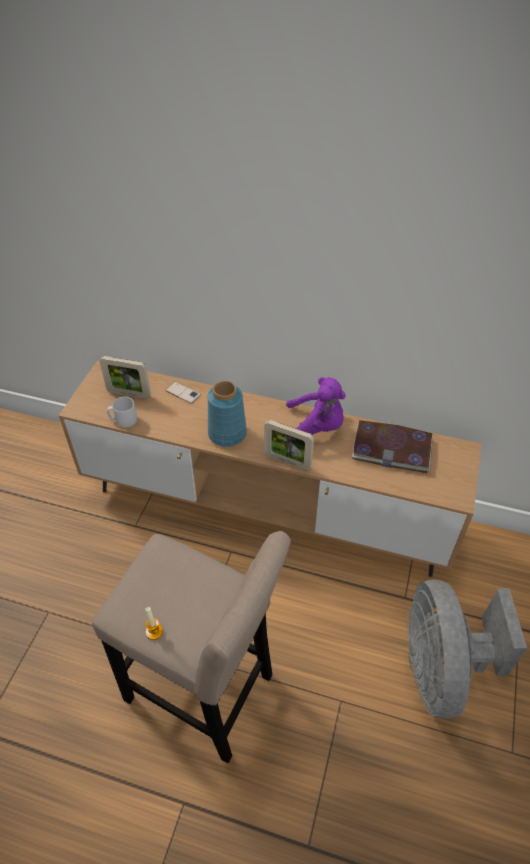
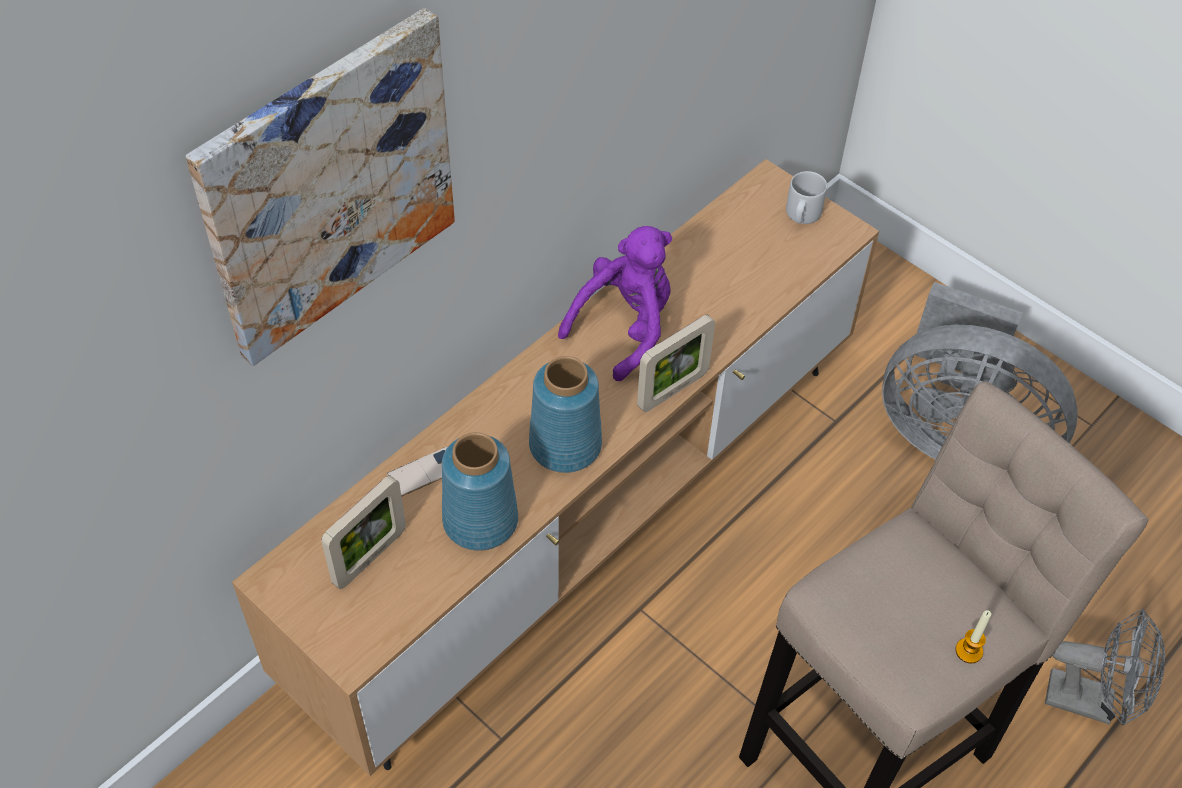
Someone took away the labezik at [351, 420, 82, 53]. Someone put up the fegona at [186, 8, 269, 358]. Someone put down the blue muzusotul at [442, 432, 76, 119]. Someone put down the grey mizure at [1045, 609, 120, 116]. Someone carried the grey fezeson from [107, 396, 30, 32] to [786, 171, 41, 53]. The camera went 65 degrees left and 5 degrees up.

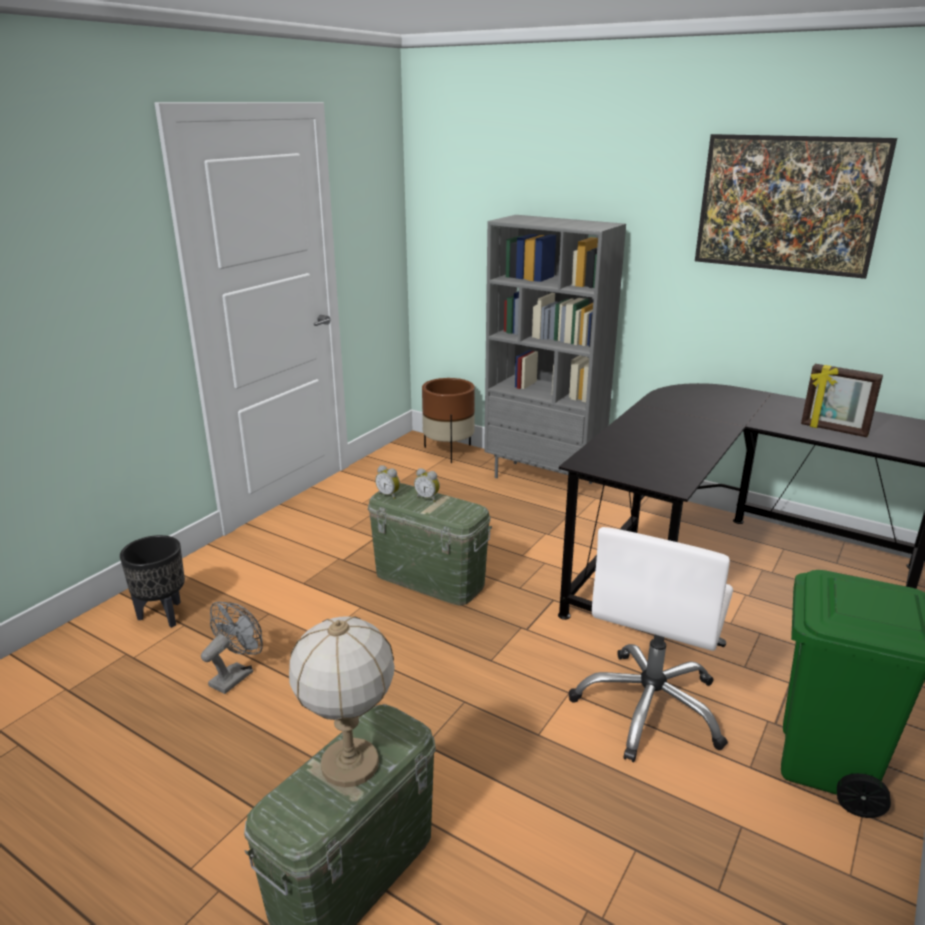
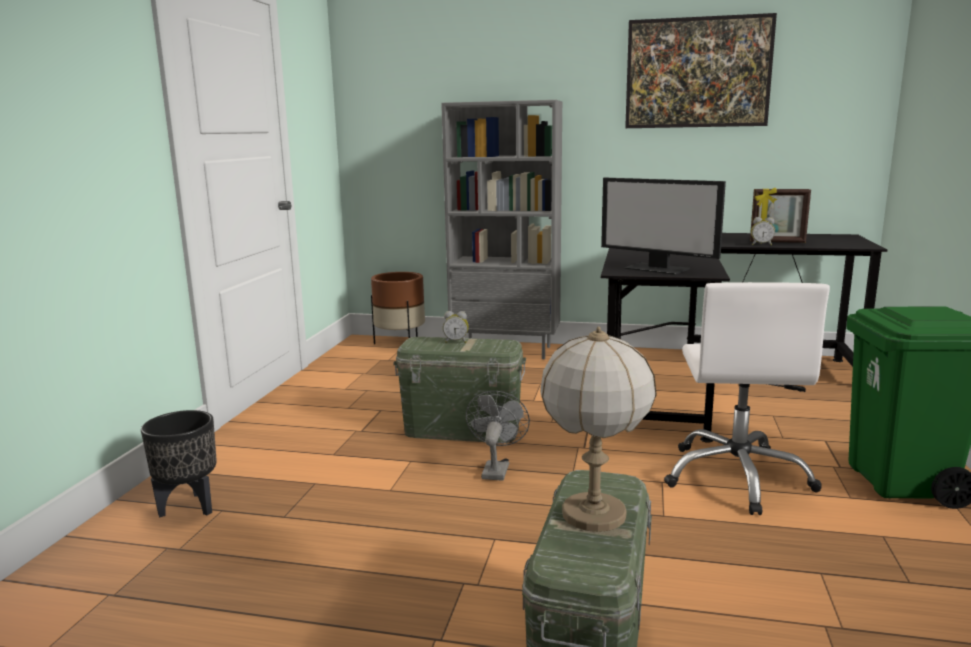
Someone put down the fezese at [601, 178, 125, 97]. Someone carried the grey mizure from [201, 602, 62, 92] to [466, 391, 64, 90]. Someone carried the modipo from [375, 465, 25, 34] to [751, 217, 24, 28]. The camera went 20 degrees left and 10 degrees down.

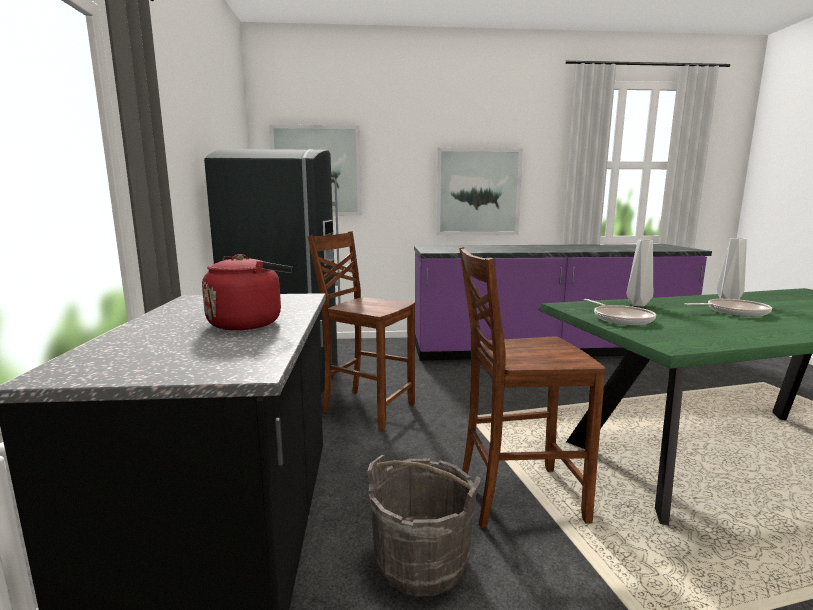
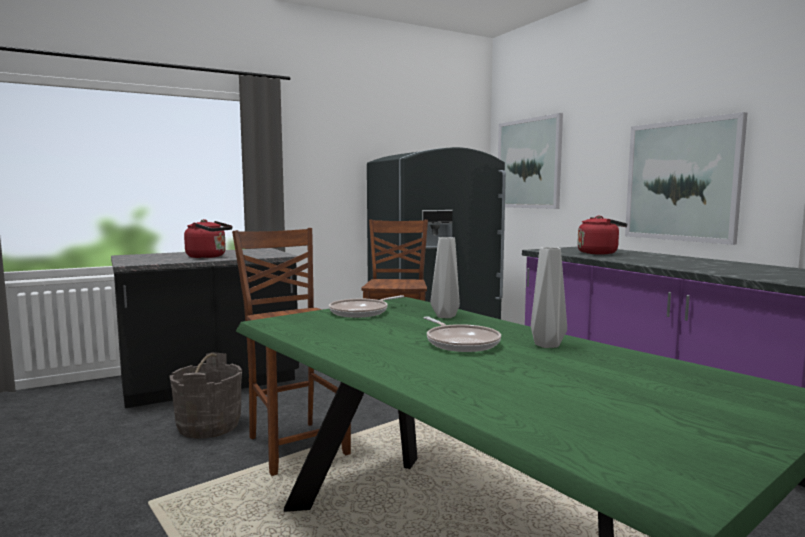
Someone put down the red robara at [577, 216, 50, 39]. The camera went 65 degrees right and 5 degrees down.

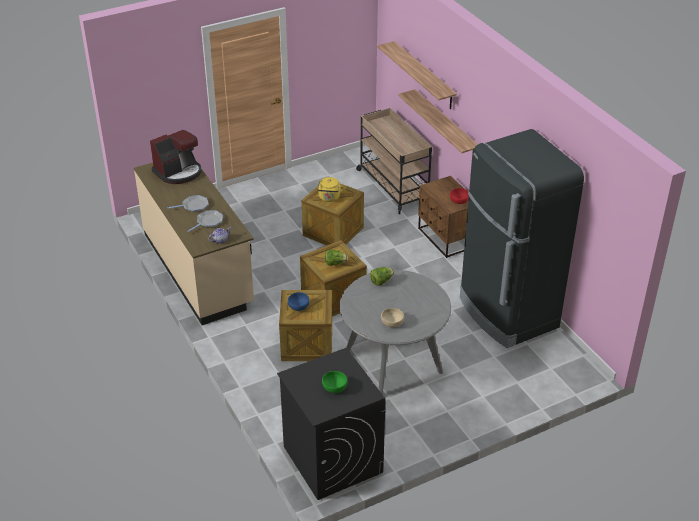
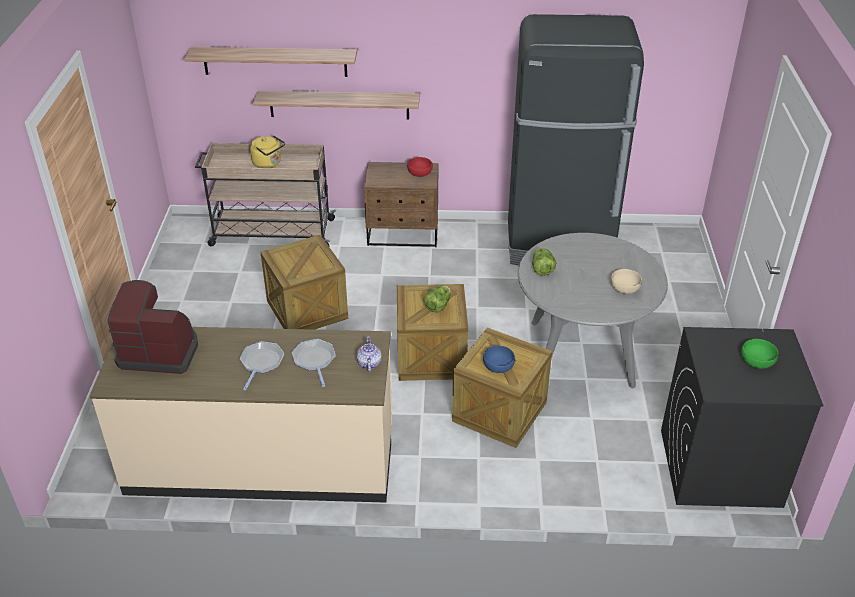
Someone carried the yellow robara from [317, 177, 28, 25] to [250, 135, 35, 33]. Someone rotated the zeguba at [150, 130, 52, 54] by 75 degrees counterclockwise. The camera went 60 degrees left and 0 degrees up.

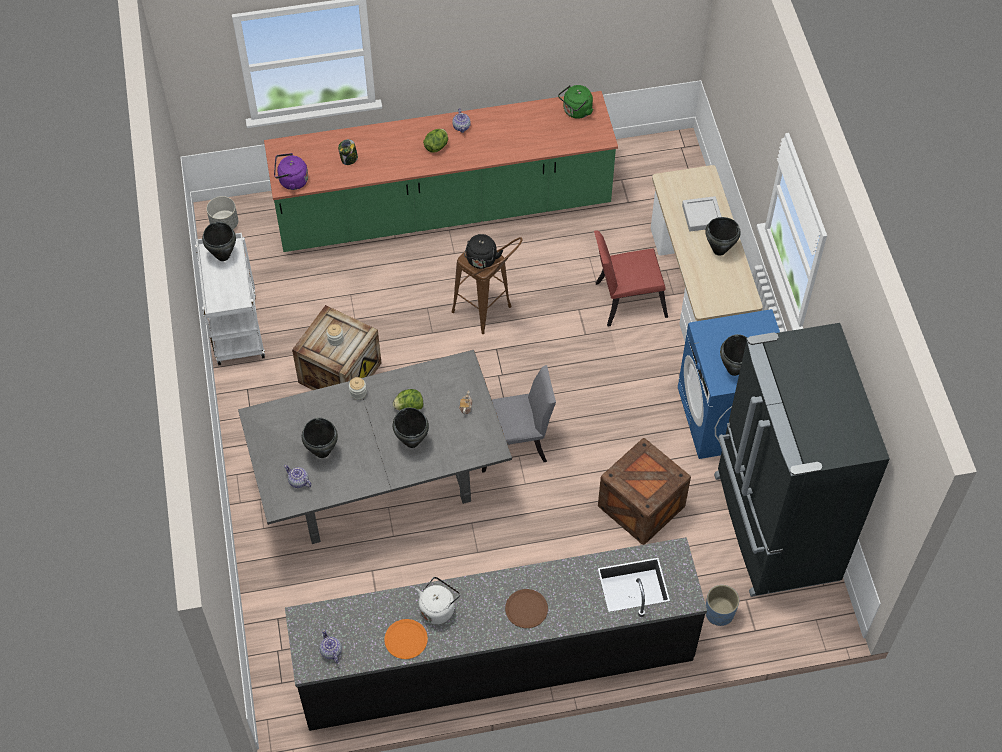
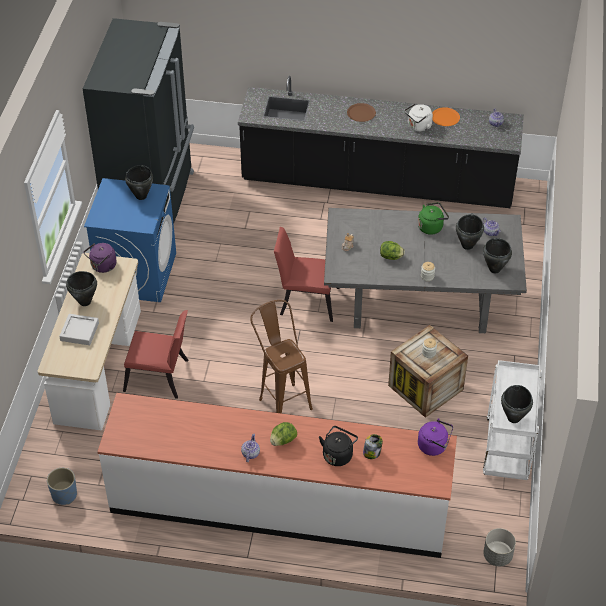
Someone took away the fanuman at [598, 438, 93, 107]. Someone put down the purple robara at [83, 243, 34, 30]. Someone carried the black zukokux from [393, 407, 36, 41] to [483, 238, 29, 35]. Someone carried the black robara from [464, 234, 39, 35] to [319, 426, 39, 40]. Someone carried the green robara from [558, 85, 35, 34] to [418, 202, 31, 33]. Someone carried the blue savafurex from [706, 585, 33, 41] to [47, 468, 30, 37]. Someone repainted the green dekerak at [264, 91, 354, 161], which became the white dekerak at [97, 393, 360, 165]. Someone repainted the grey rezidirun at [482, 365, 74, 108], which became the red rezidirun at [274, 227, 65, 95]. The camera went 160 degrees left and 10 degrees down.

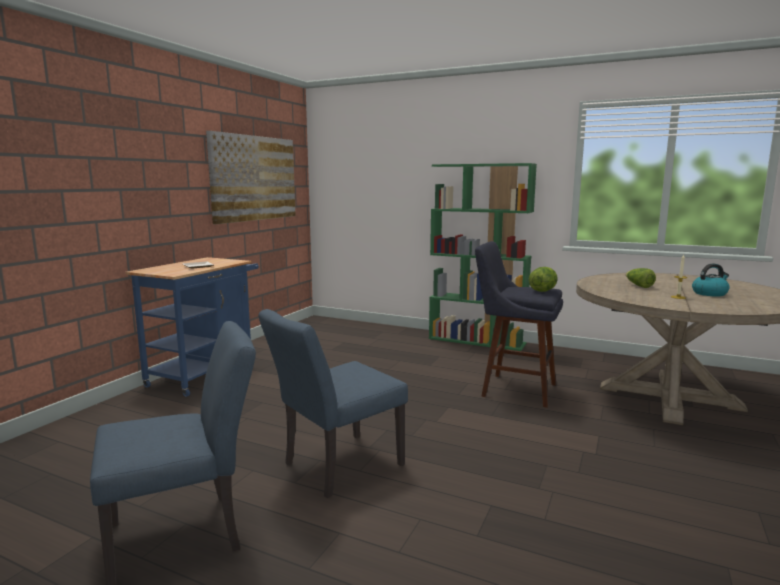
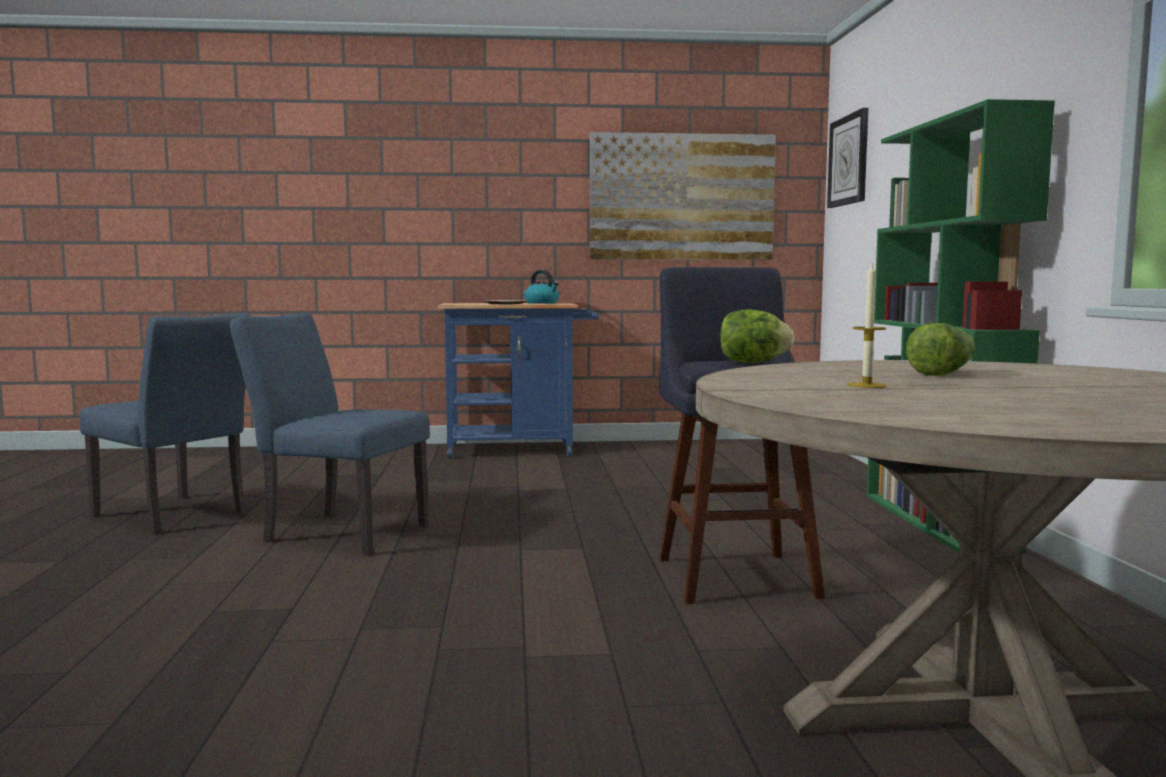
Someone put up the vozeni at [827, 108, 41, 100]. Someone carried the robara from [692, 263, 38, 34] to [524, 270, 35, 34]. The camera went 60 degrees right and 5 degrees down.

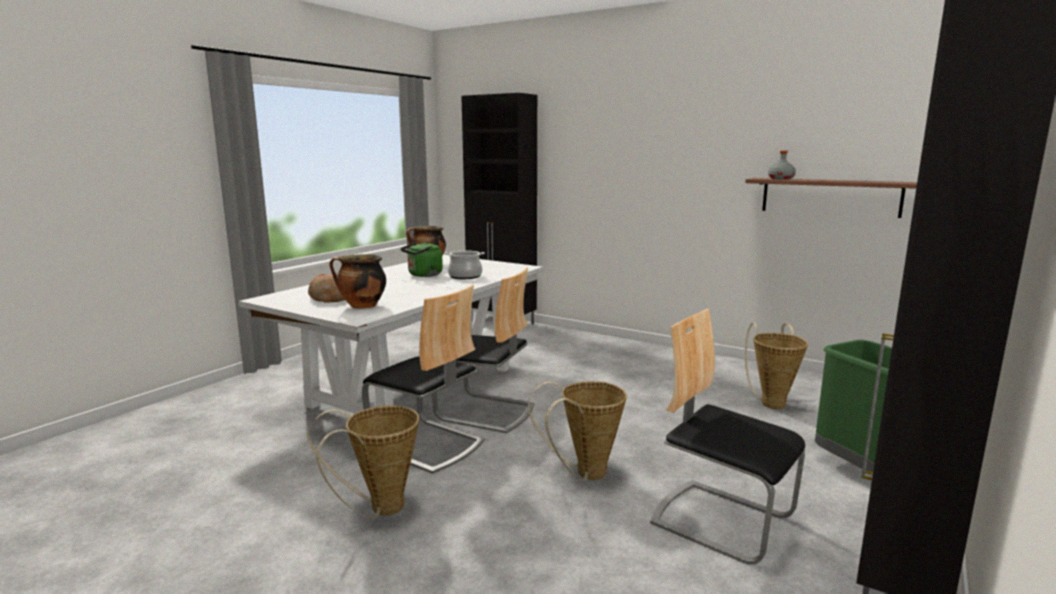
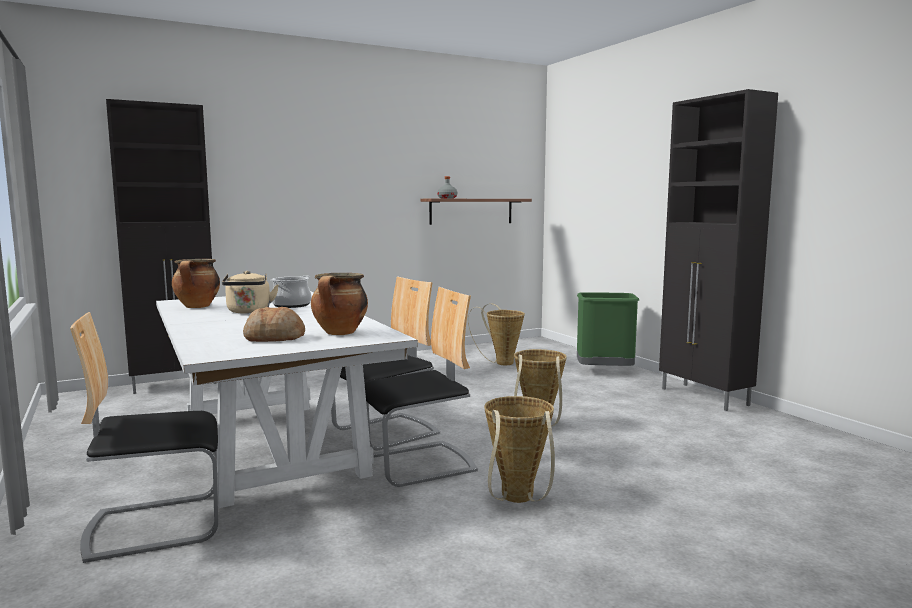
Someone carried the rezidirun from [650, 309, 155, 256] to [70, 312, 148, 251]. Someone repainted the green robara at [401, 242, 42, 35], which became the beige robara at [222, 271, 57, 43]. The camera went 60 degrees left and 5 degrees down.

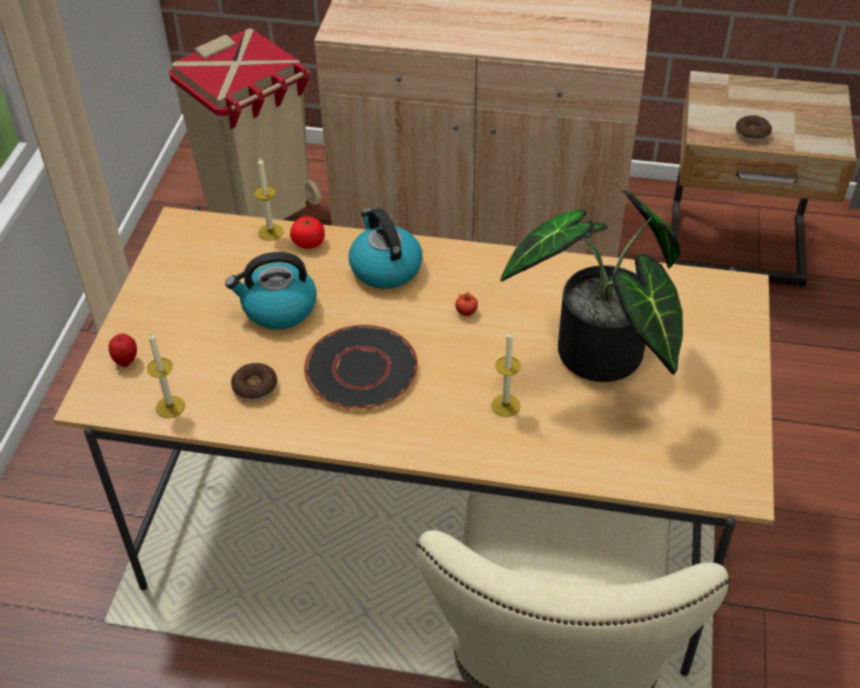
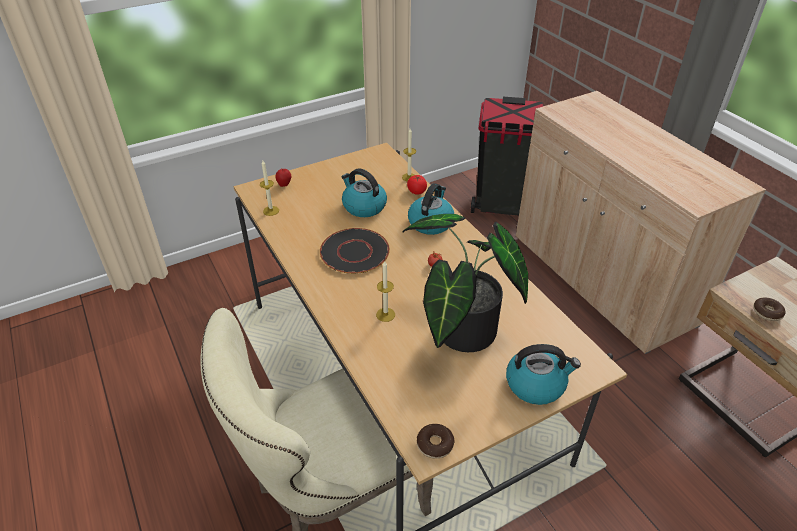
Someone put down the robara at [506, 344, 75, 61]. Someone carried the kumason from [231, 363, 46, 39] to [417, 424, 38, 35]. Someone repainted the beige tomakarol at [169, 29, 152, 191], which became the black tomakarol at [471, 97, 72, 119]. The camera went 50 degrees right and 5 degrees down.

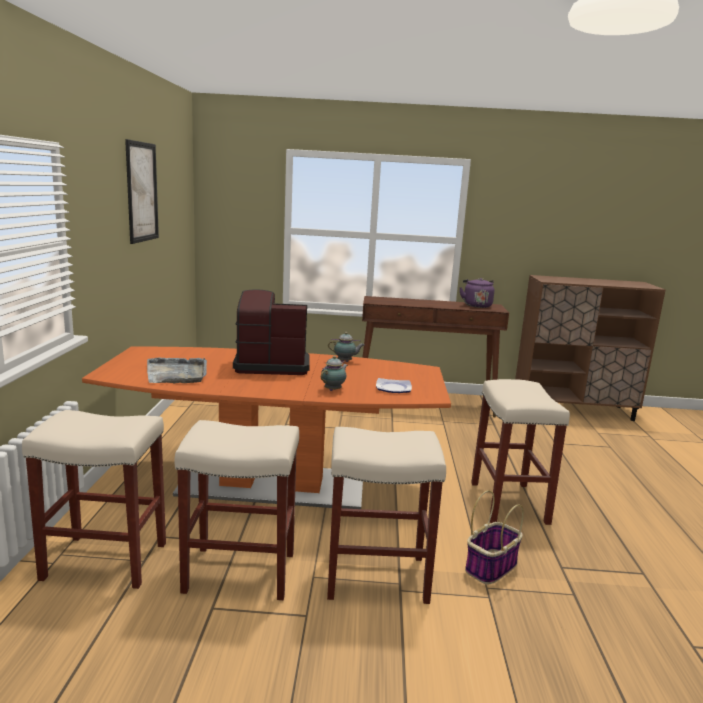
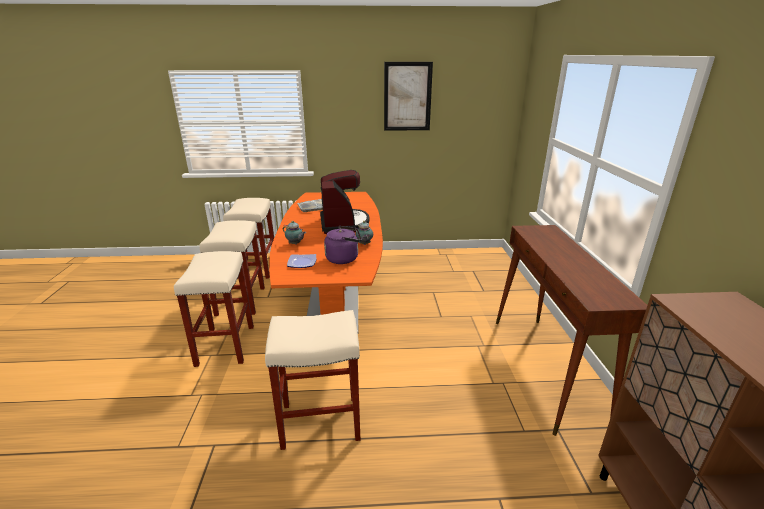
Someone took away the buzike at [465, 490, 59, 95]. Someone carried the purple robara from [459, 278, 35, 30] to [324, 226, 38, 38]. The camera went 85 degrees right and 10 degrees up.

